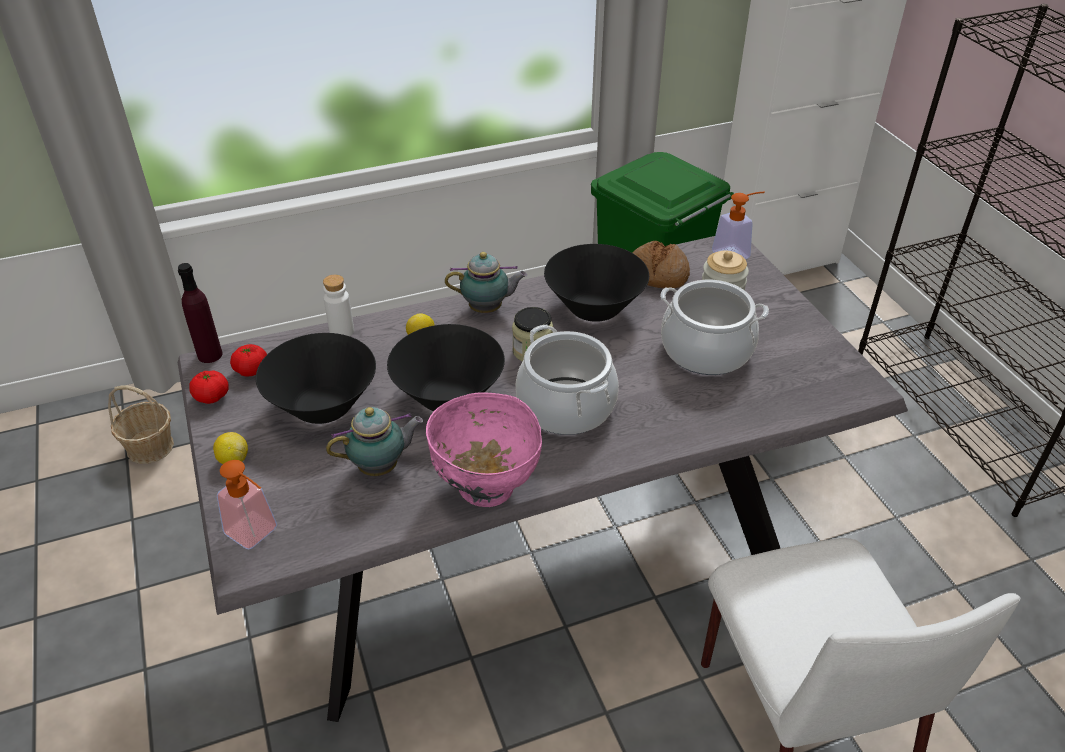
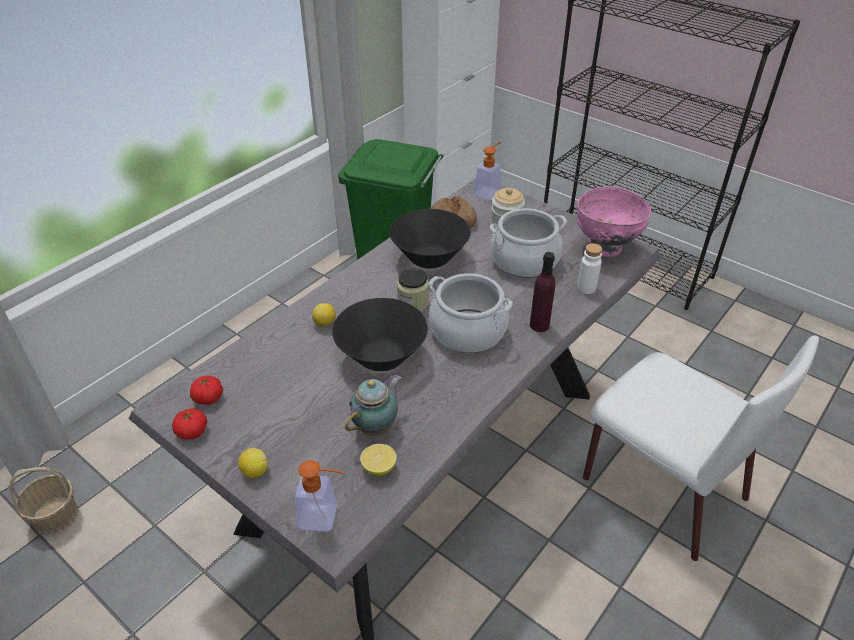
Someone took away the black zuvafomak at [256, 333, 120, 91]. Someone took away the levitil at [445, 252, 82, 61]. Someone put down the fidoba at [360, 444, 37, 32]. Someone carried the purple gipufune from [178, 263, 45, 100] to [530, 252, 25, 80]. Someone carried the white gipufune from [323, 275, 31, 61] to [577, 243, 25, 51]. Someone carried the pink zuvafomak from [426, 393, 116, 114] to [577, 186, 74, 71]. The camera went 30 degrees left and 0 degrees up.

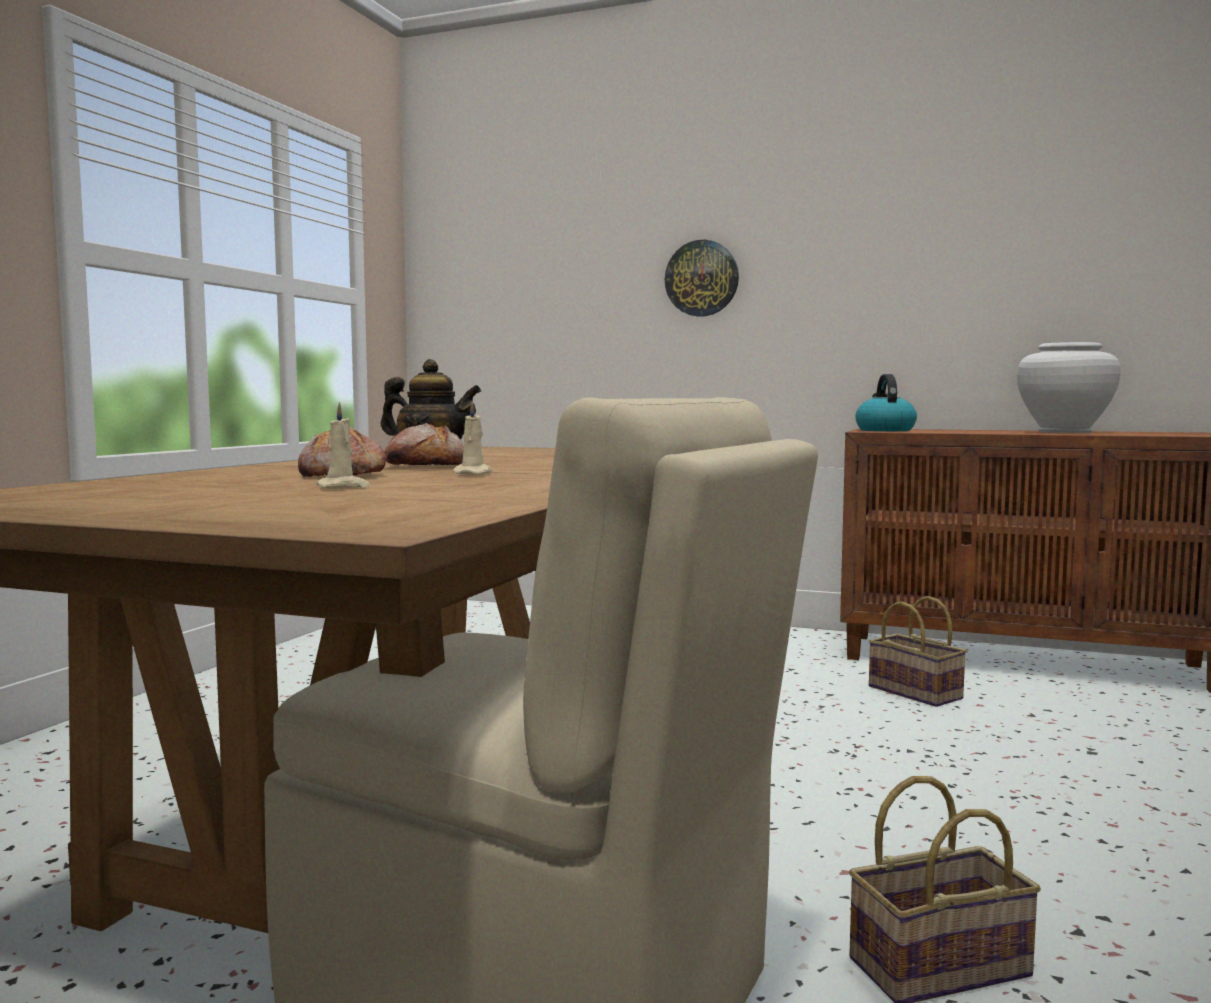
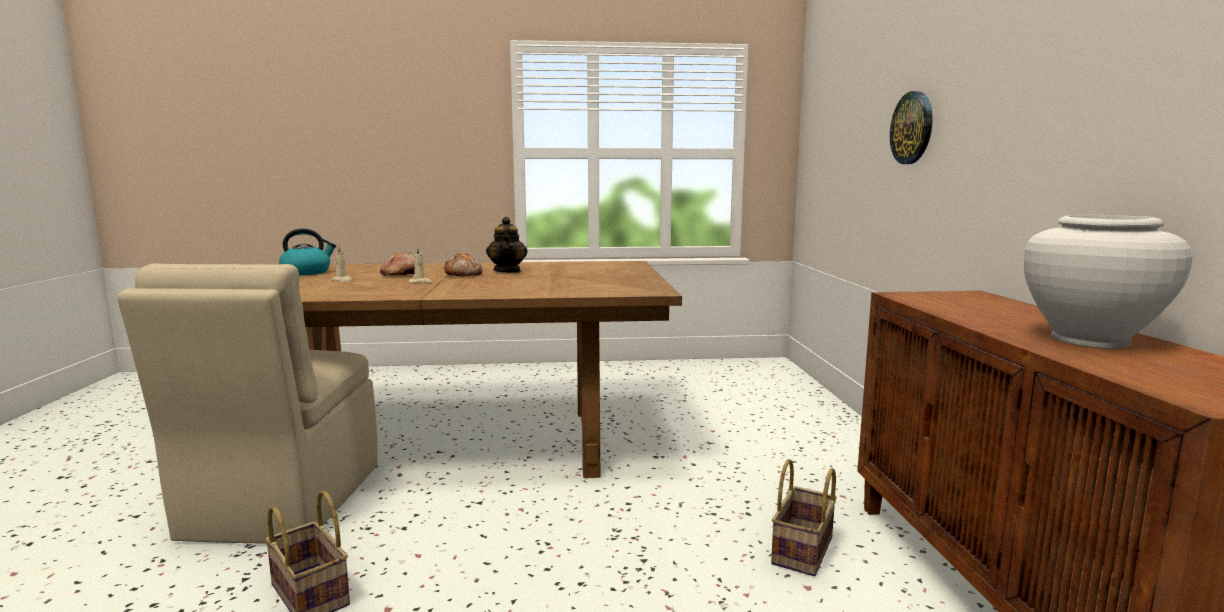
Someone carried the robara from [855, 374, 62, 57] to [279, 228, 57, 47]. The camera went 65 degrees right and 5 degrees up.

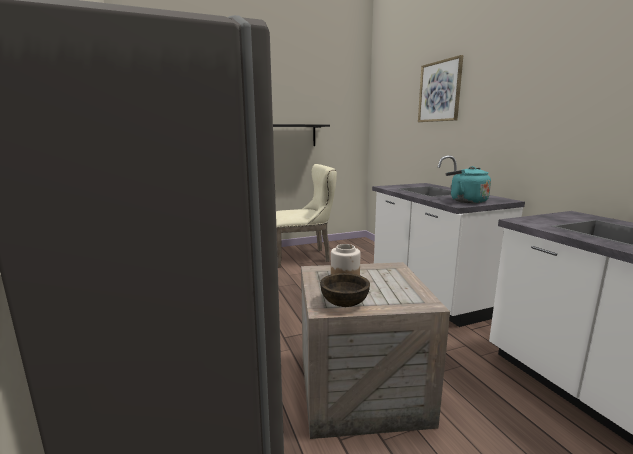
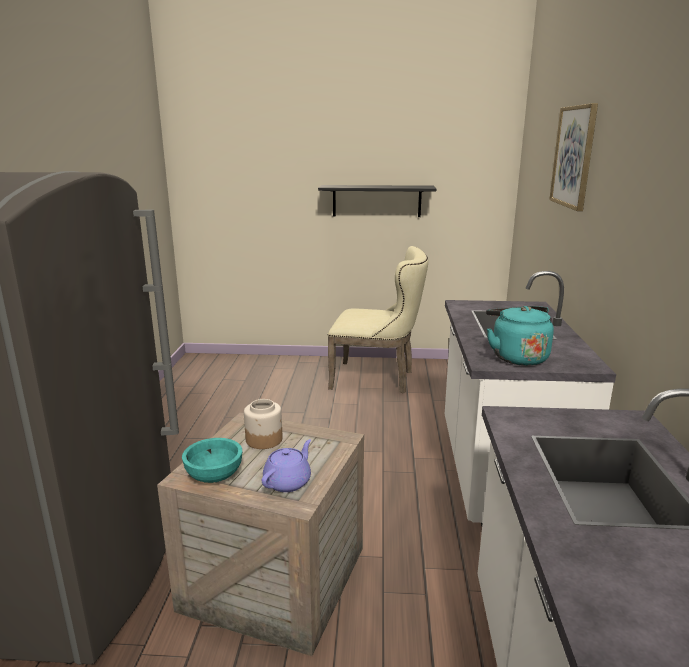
Someone put down the purple levitil at [262, 439, 49, 53]. Someone repainted the brown zuvafomak at [320, 273, 50, 34], which became the turquoise zuvafomak at [182, 438, 60, 45]. The camera went 25 degrees right and 5 degrees up.

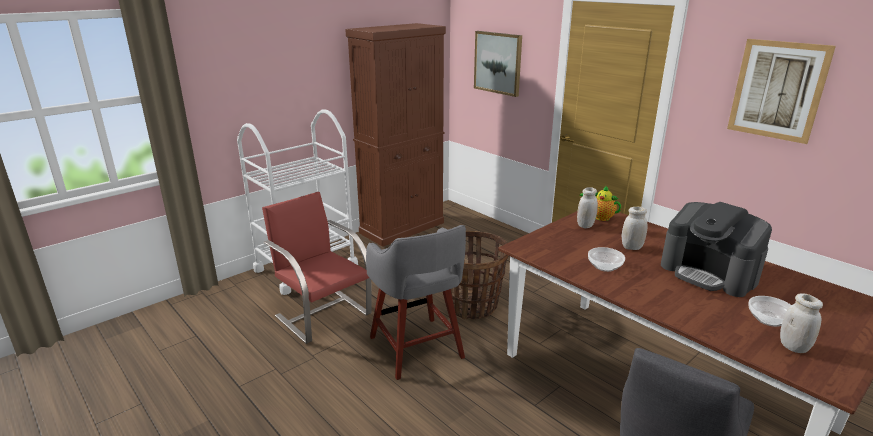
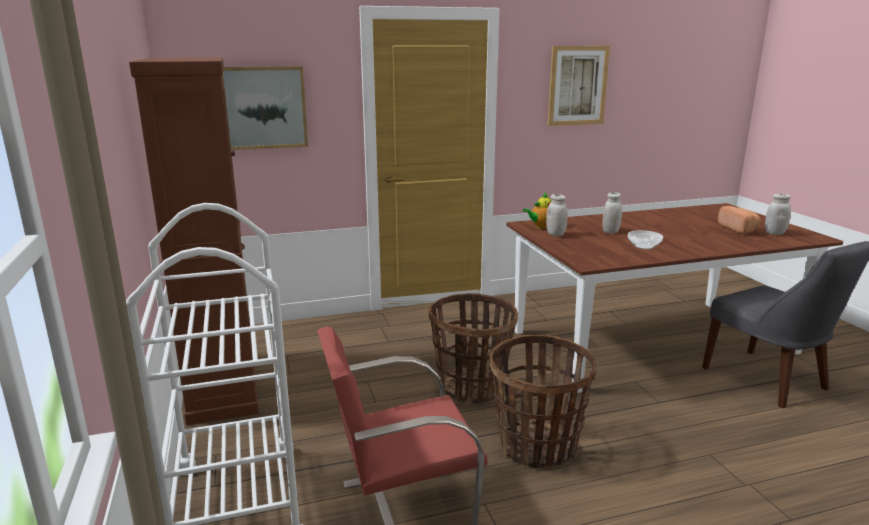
Someone took away the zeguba at [661, 202, 111, 95]. Someone swapped the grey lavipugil at [366, 225, 100, 155] for the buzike at [490, 335, 107, 134]. Someone swapped the zuvafomak at [748, 296, 43, 31] for the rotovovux at [718, 206, 43, 28]. The camera went 65 degrees left and 5 degrees down.

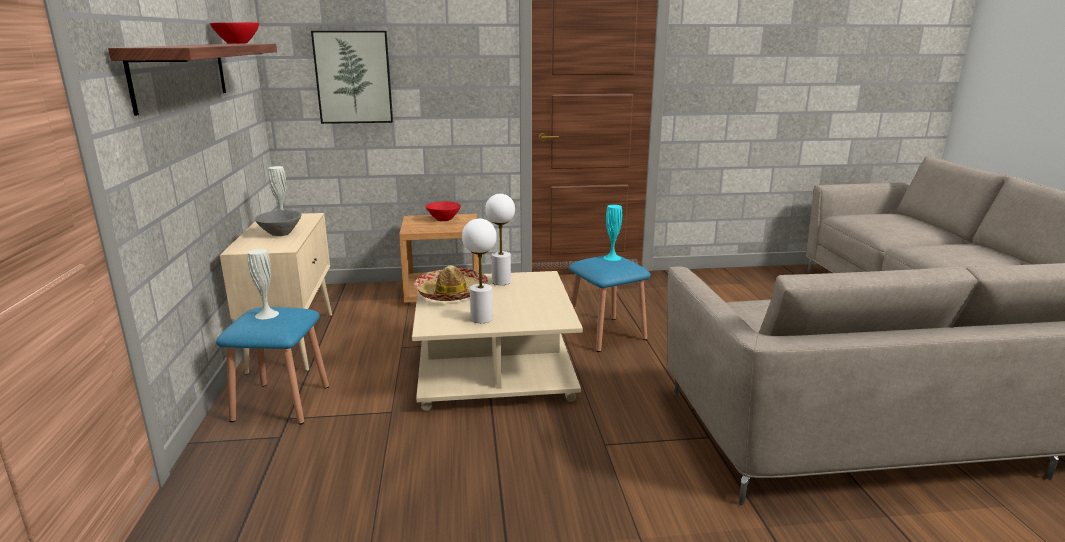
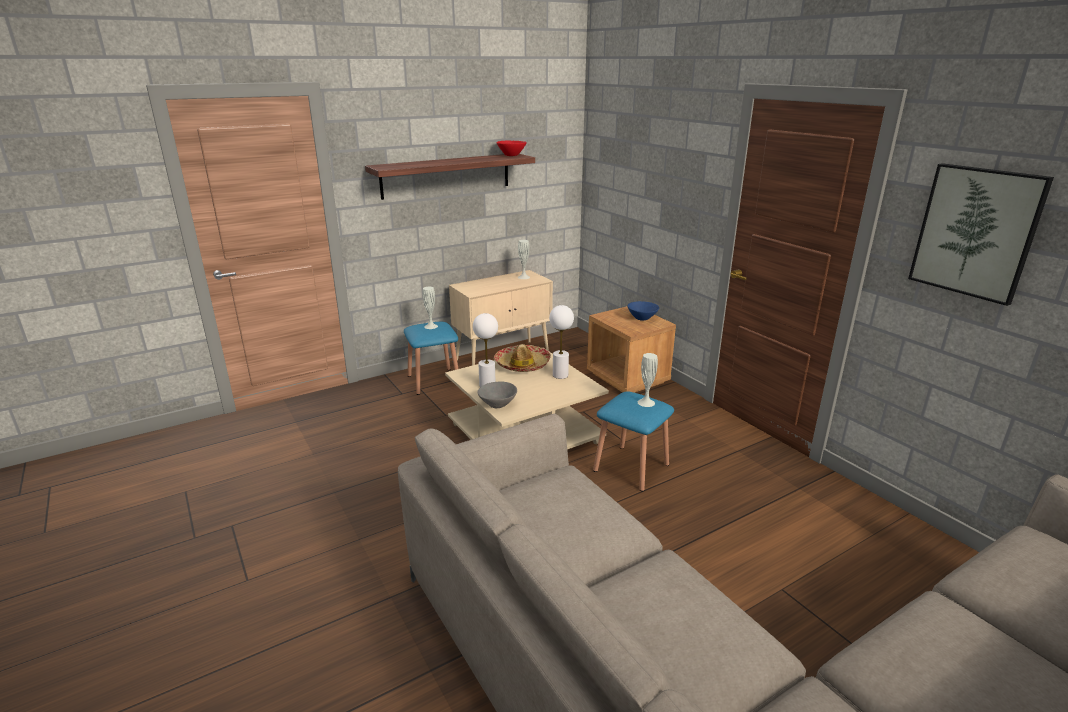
Someone carried the grey zuvafomak from [255, 210, 47, 26] to [477, 381, 40, 27]. Someone carried the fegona from [311, 31, 82, 93] to [908, 163, 146, 143]. Someone repainted the red zuvafomak at [426, 201, 35, 20], which became the blue zuvafomak at [627, 301, 32, 20]. Someone repainted the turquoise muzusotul at [603, 205, 19, 56], which became the white muzusotul at [638, 353, 20, 54]. The camera went 65 degrees right and 5 degrees up.

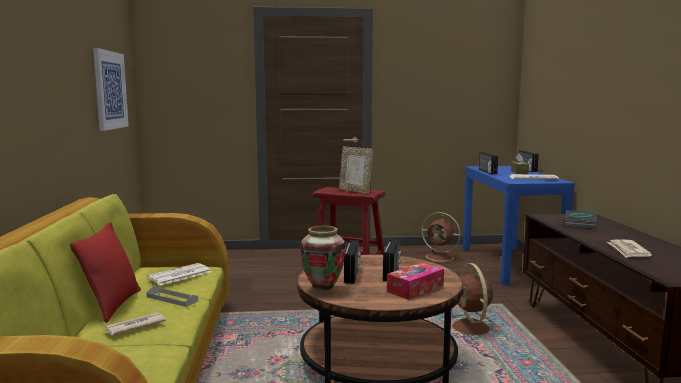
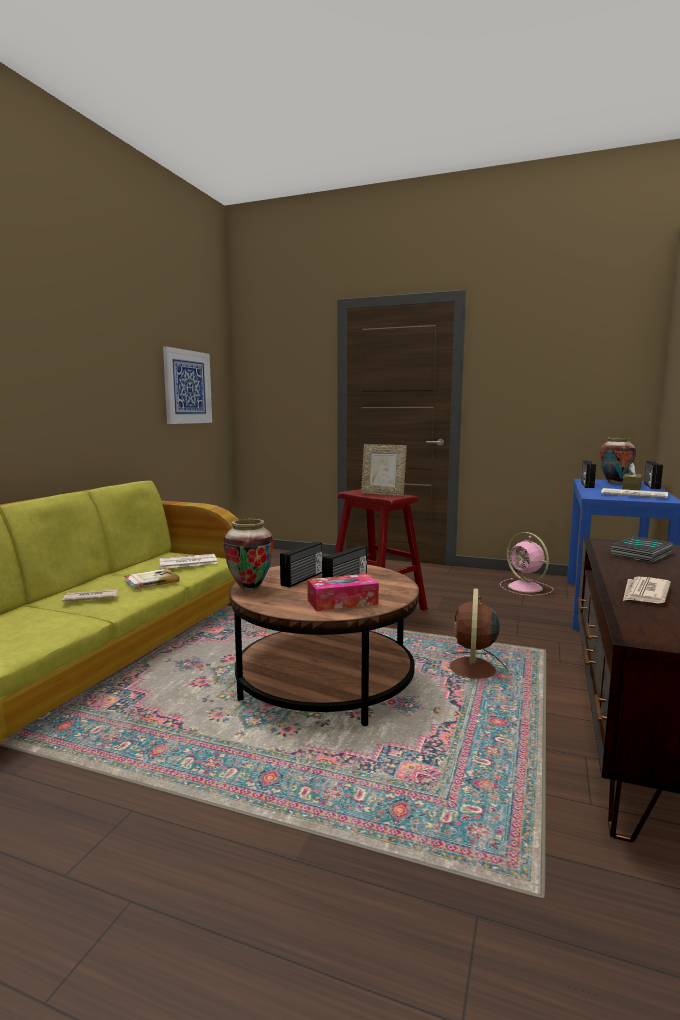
Someone took away the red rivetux at [70, 222, 71, 101]. Someone put down the muzusotul at [600, 437, 36, 47]. Someone swapped the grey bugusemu at [146, 286, 52, 21] for the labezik at [125, 569, 55, 21]. Someone repainted the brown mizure at [420, 212, 42, 52], which became the pink mizure at [500, 532, 53, 64]. Someone rotated the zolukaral at [339, 146, 34, 48] by 45 degrees counterclockwise. The camera went 25 degrees right and 0 degrees up.

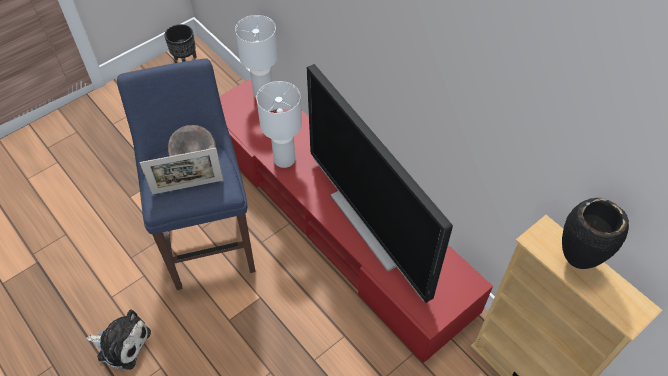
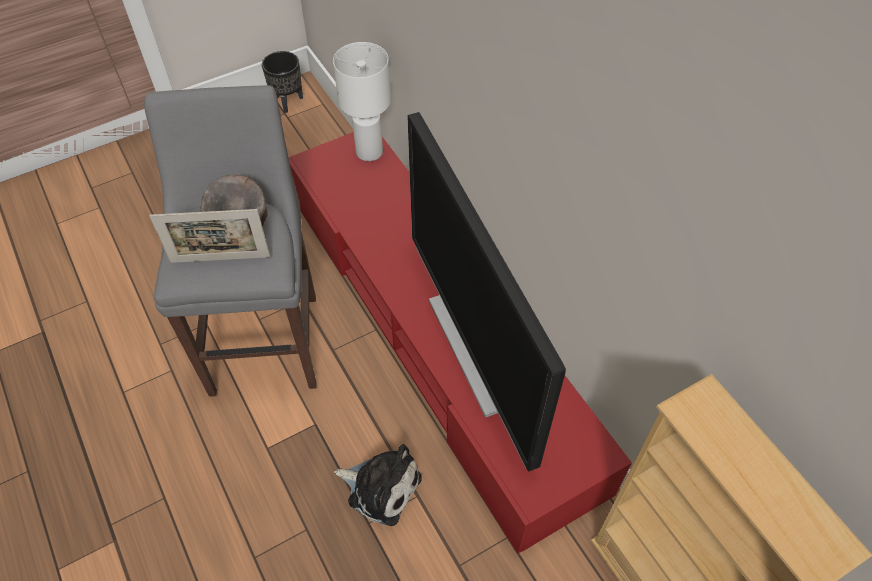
Someone took away the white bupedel at [256, 81, 46, 87]. Someone took away the black muzusotul at [562, 198, 67, 71]. Someone carried the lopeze from [86, 310, 65, 60] to [334, 444, 88, 82]. Someone repainted the blue lavipugil at [117, 58, 139, 232], which became the grey lavipugil at [144, 85, 173, 312]. The camera went 10 degrees right and 0 degrees up.

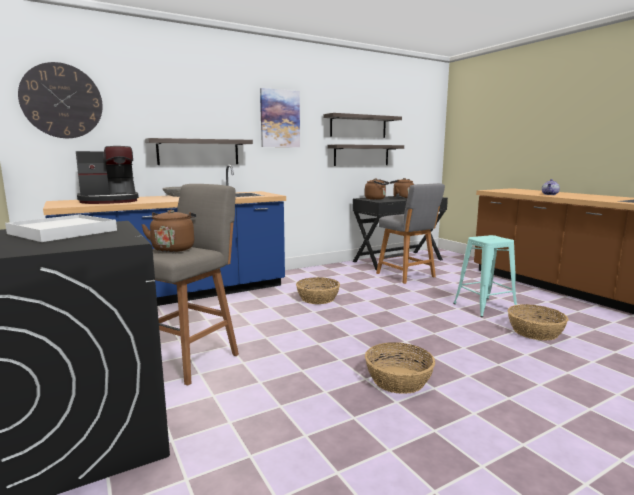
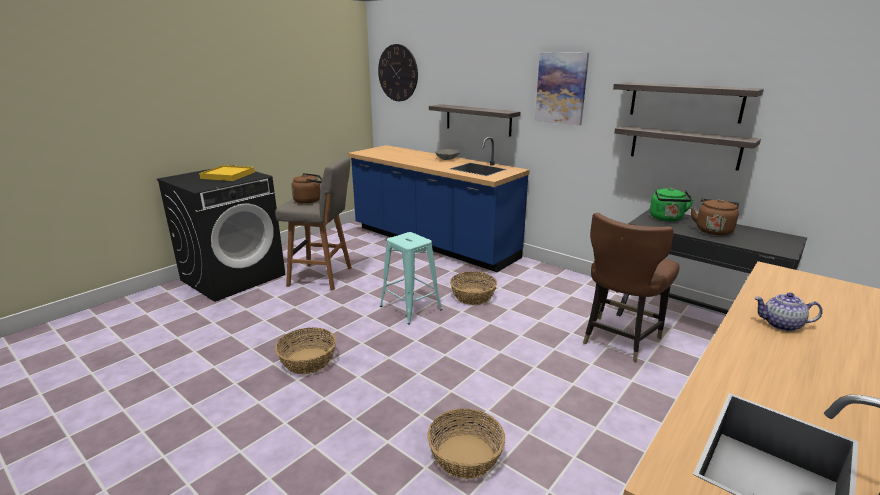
Someone took away the zeguba at [76, 146, 63, 58]. Someone carried the turquoise lavipugil from [453, 235, 64, 82] to [380, 232, 62, 93]. Someone swapped the grey lavipugil at [376, 183, 69, 101] for the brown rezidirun at [583, 213, 97, 150]. Someone repainted the white bugusemu at [5, 214, 112, 28], which became the yellow bugusemu at [199, 165, 56, 16]. Someone repainted the brown robara at [365, 178, 24, 22], which became the green robara at [650, 188, 44, 33]. The camera went 70 degrees right and 10 degrees up.

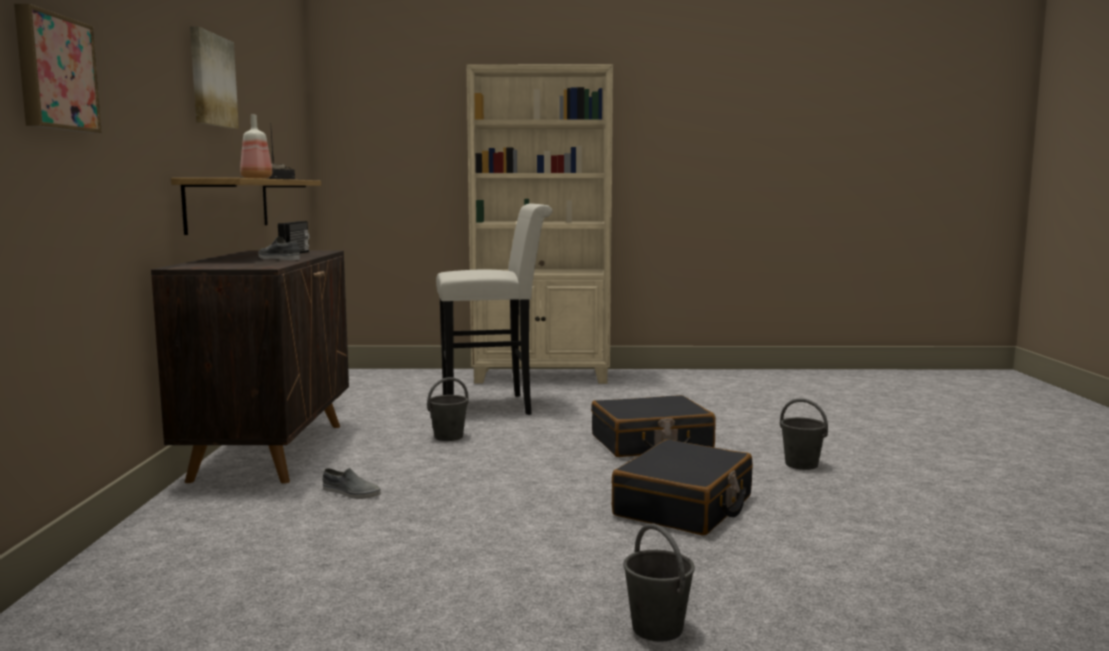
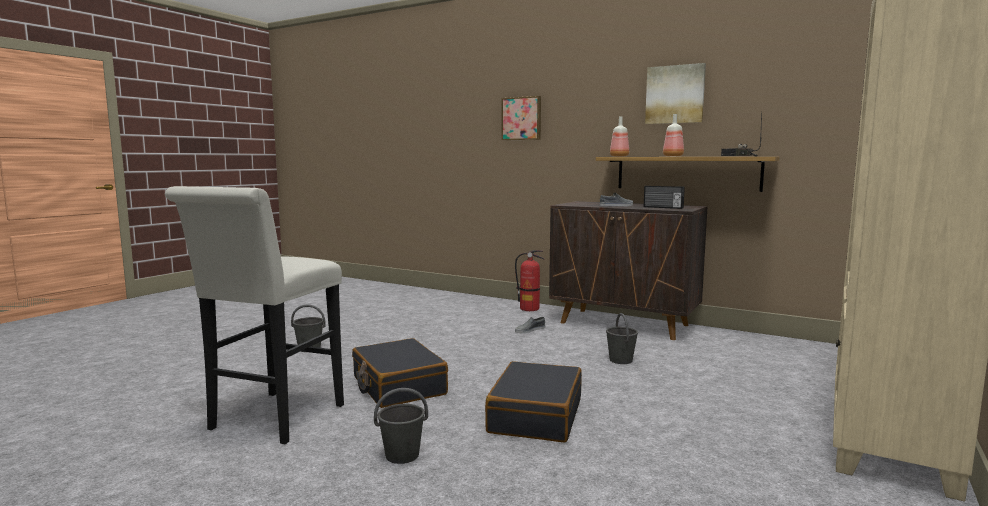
Someone put down the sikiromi at [515, 250, 29, 61]. Someone put down the gipufune at [610, 116, 19, 41]. Someone carried the white lavipugil from [436, 203, 117, 212] to [165, 186, 179, 258]. The camera went 120 degrees right and 0 degrees up.

